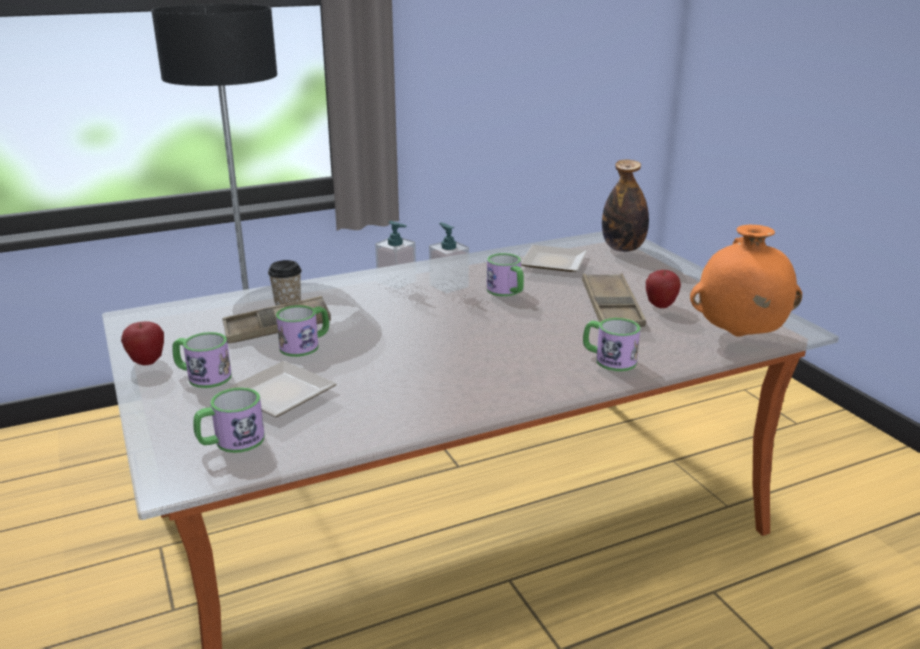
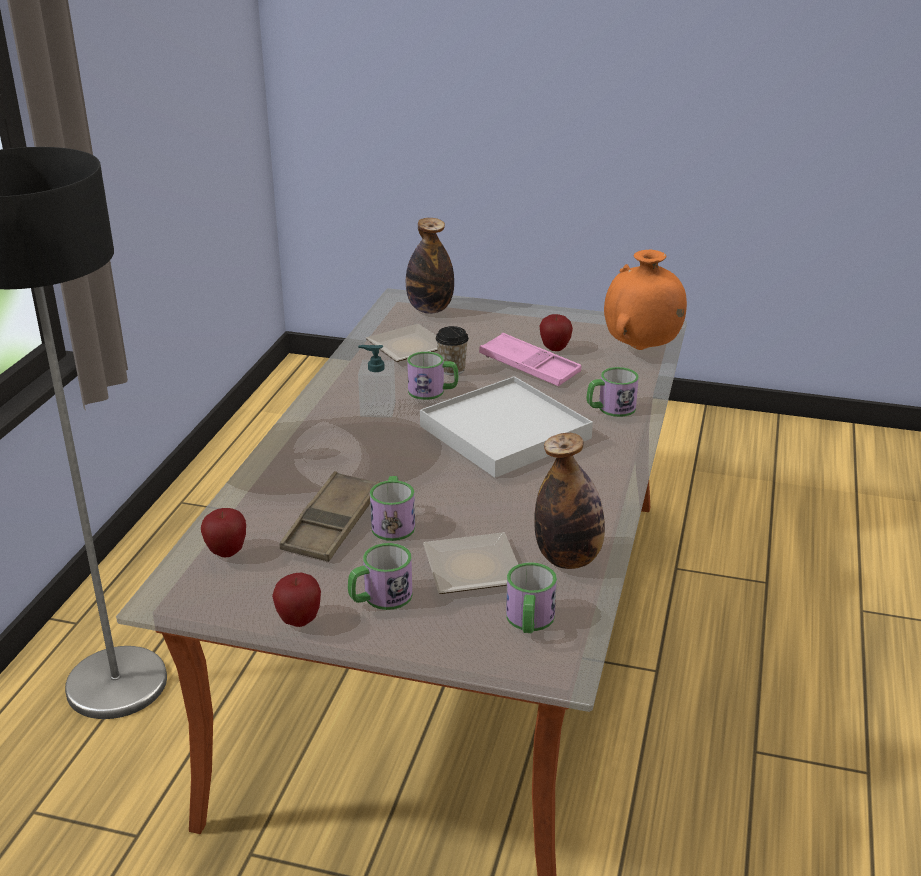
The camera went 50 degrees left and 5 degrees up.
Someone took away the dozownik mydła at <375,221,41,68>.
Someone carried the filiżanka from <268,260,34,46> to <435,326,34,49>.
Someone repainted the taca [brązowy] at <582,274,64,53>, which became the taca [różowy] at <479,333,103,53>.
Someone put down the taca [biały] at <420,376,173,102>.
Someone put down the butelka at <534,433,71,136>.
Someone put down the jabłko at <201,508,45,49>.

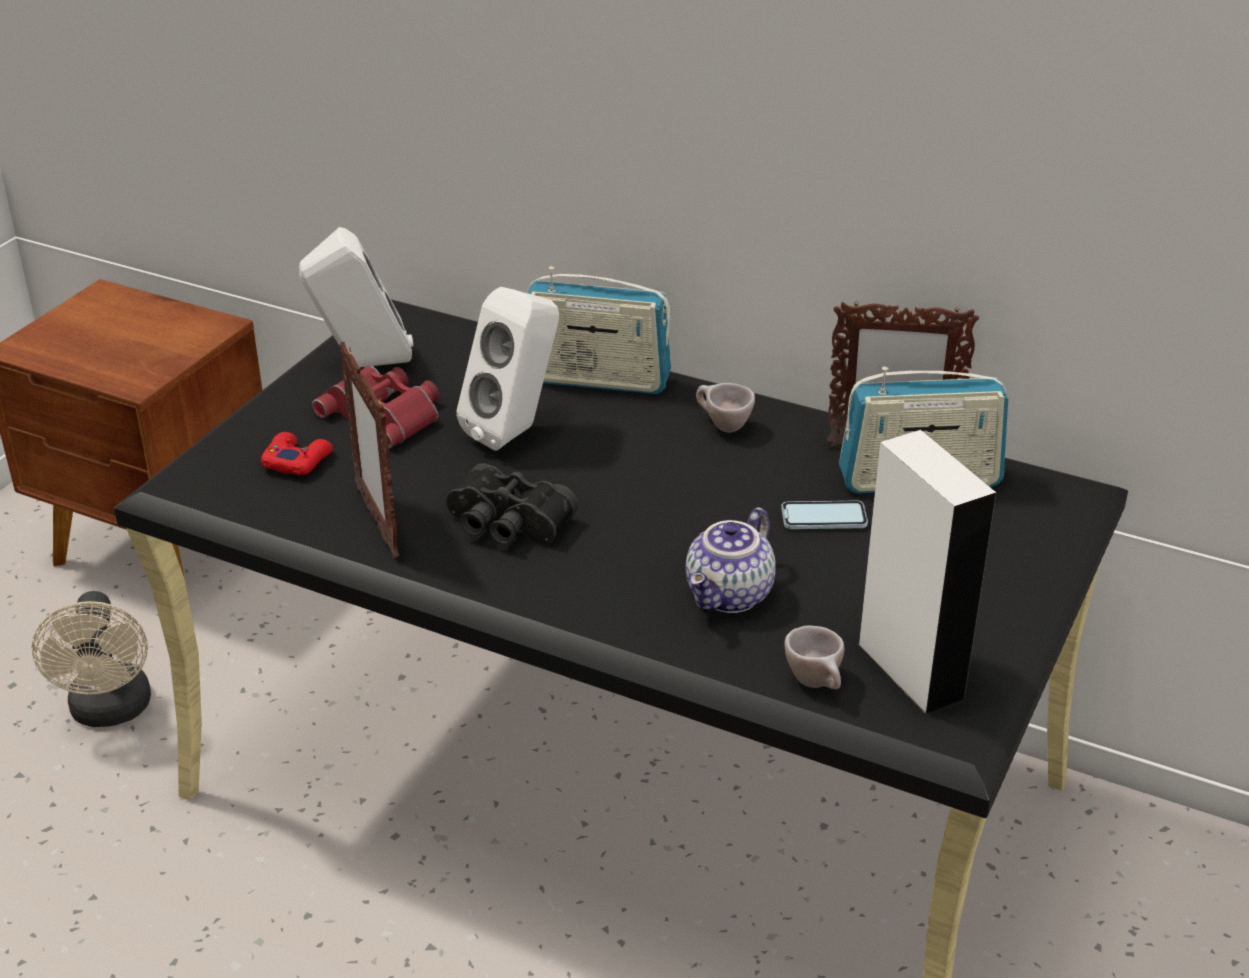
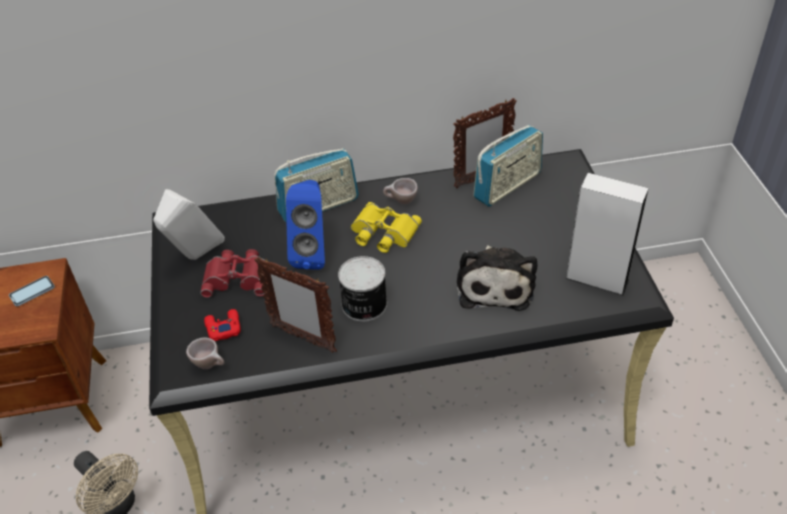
The camera went 35 degrees left and 10 degrees up.
Someone repainted the głośnik [biały] at <456,287,103,164>, which became the głośnik [niebieski] at <286,180,39,90>.
Someone swapped the lornetka [czarny] at <446,464,133,80> for the puszka at <338,256,49,66>.
Someone carried the telefon from <781,500,87,29> to <9,276,46,30>.
Someone swapped the imbryk at <686,507,90,106> for the pluszak at <457,246,80,65>.
Someone carried the filiżanka [beżowy] from <784,625,60,64> to <186,337,39,32>.
Someone put down the lornetka [żółty] at <351,202,71,51>.

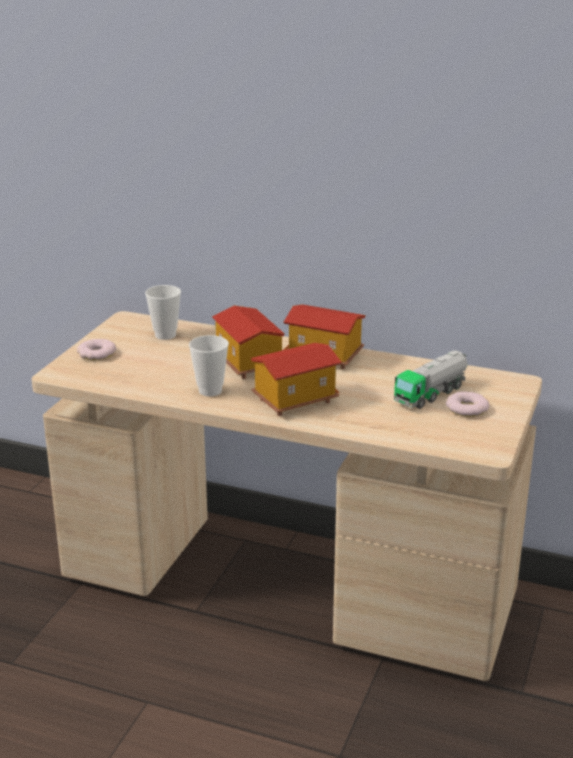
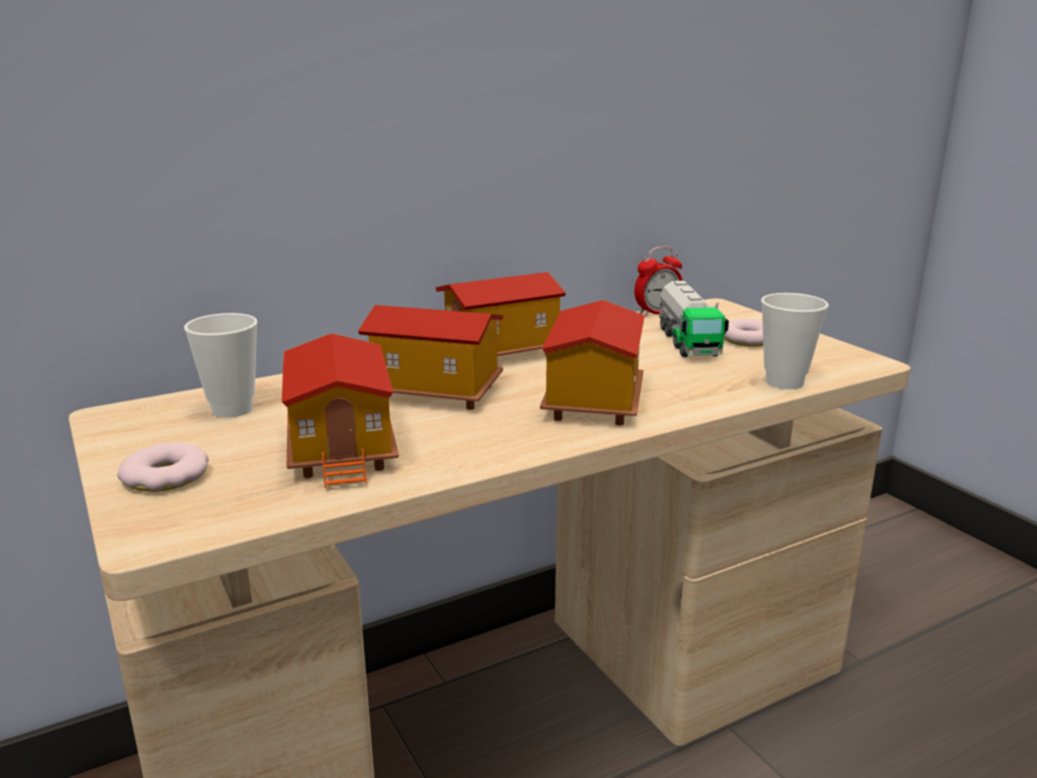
The camera went 50 degrees left and 5 degrees down.
Someone carried the filiżanka from <189,335,40,61> to <761,293,68,96>.
Someone put down the budzik at <634,246,49,70>.
Someone put down the domek at <282,333,117,155>.

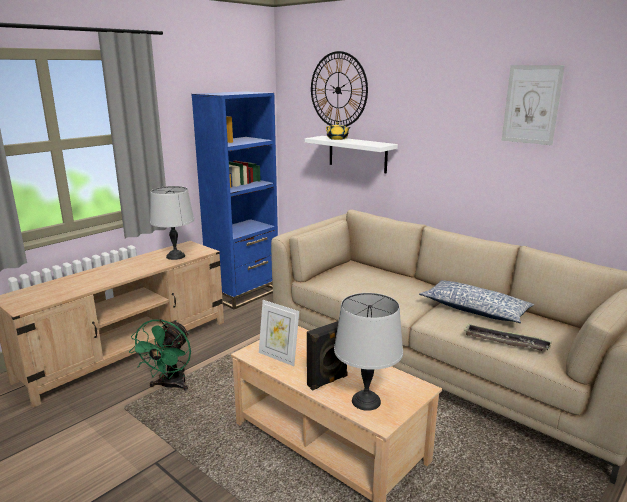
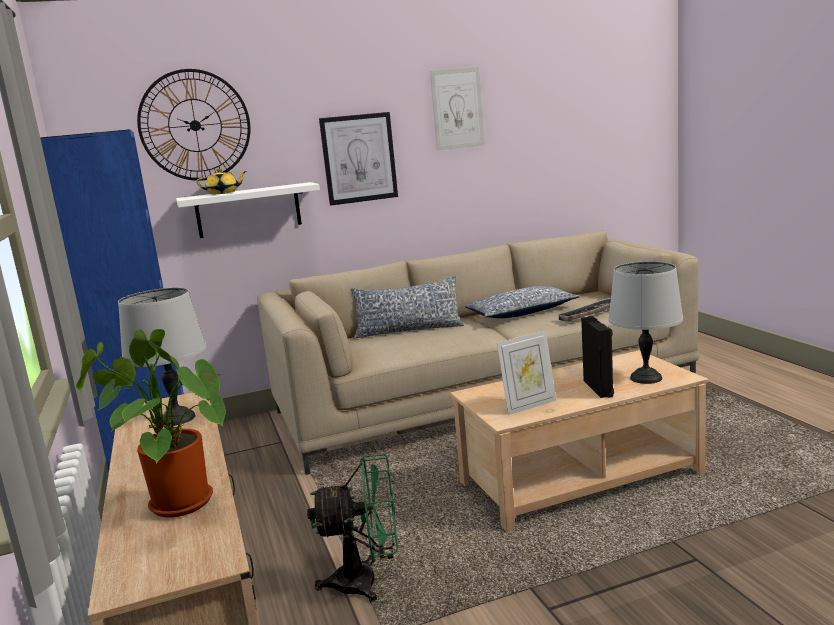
The camera went 60 degrees left and 5 degrees down.
Someone rotated the wentylator [zielony] at <129,319,62,72> by 45 degrees counterclockwise.
Someone put up the obraz at <319,112,79,94>.
Someone put down the poduszka at <351,276,113,63>.
Someone put down the roślina doniczkowa at <76,329,150,189>.

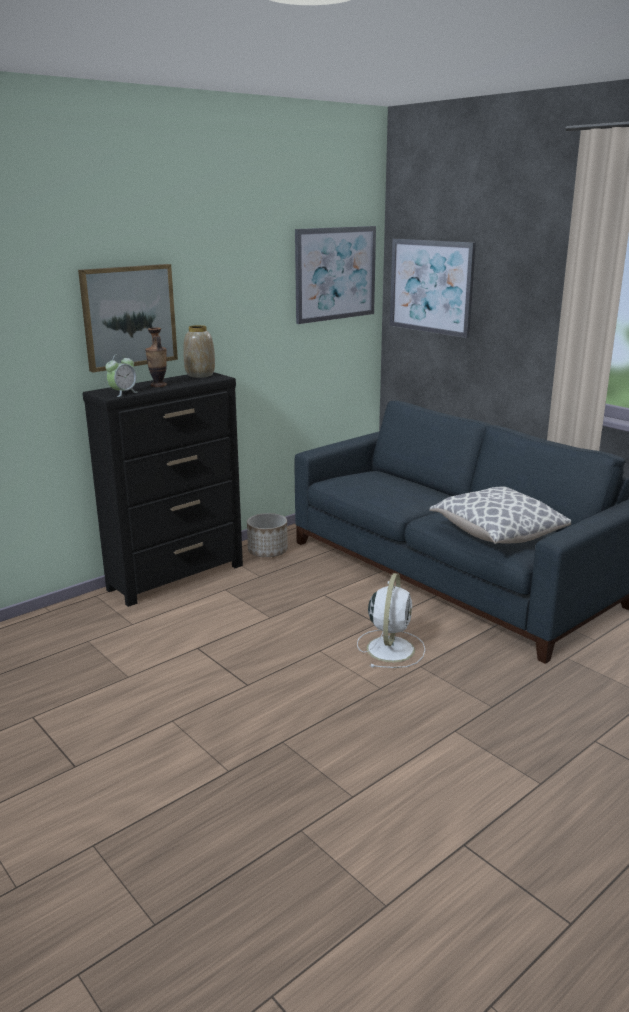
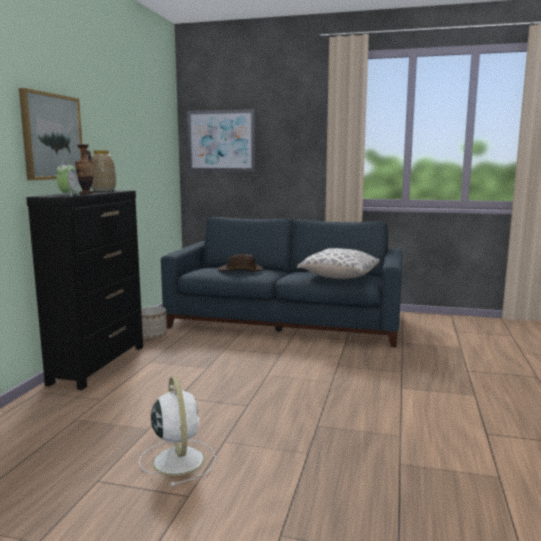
The camera went 35 degrees left and 10 degrees down.
Someone took away the obraz at <295,226,81,98>.
Someone carried the wentylator [biały] from <357,573,68,95> to <139,377,77,109>.
Someone put down the kapelusz [brązowy] at <217,254,47,17>.

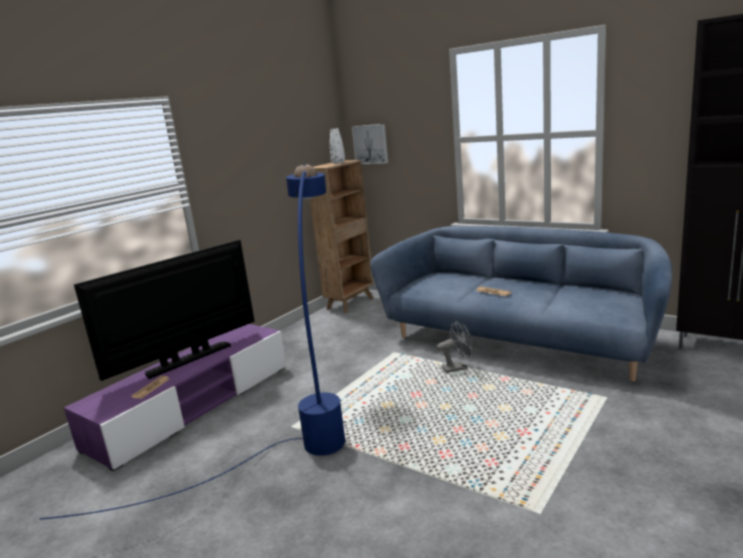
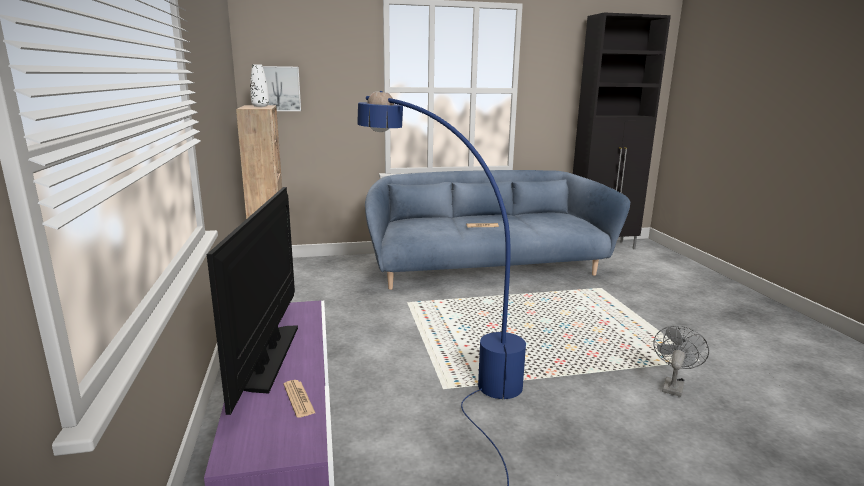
The camera went 50 degrees left and 0 degrees up.
Someone carried the wentylator [szary] from <437,321,36,52> to <653,326,56,71>.

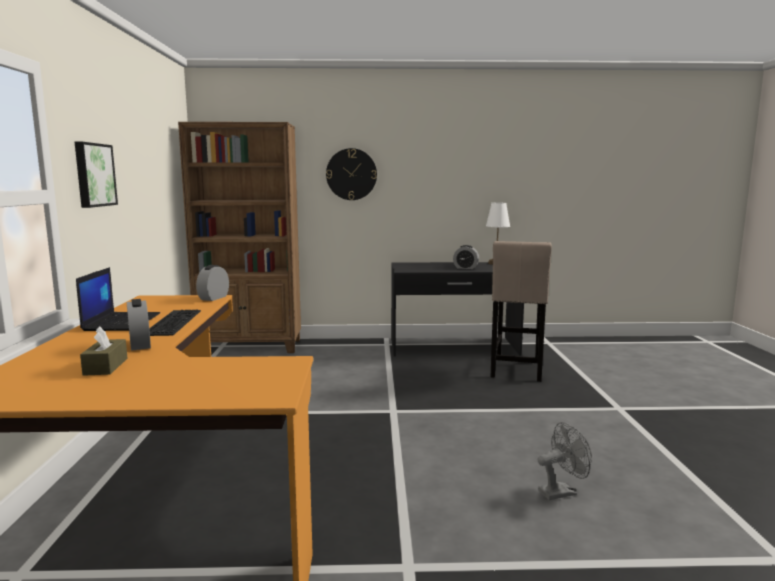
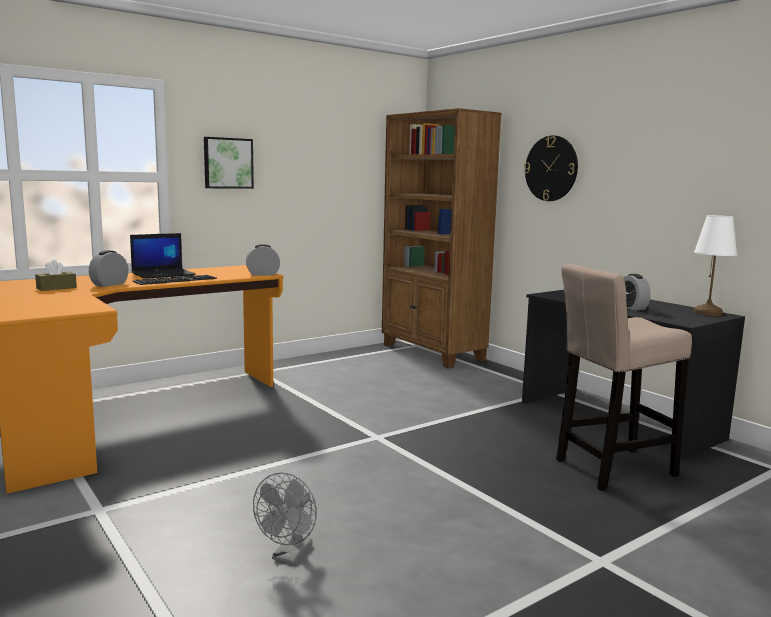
The camera went 55 degrees right and 0 degrees up.
Someone rotated the wentylator [szary] at <538,422,54,78> by 75 degrees clockwise.

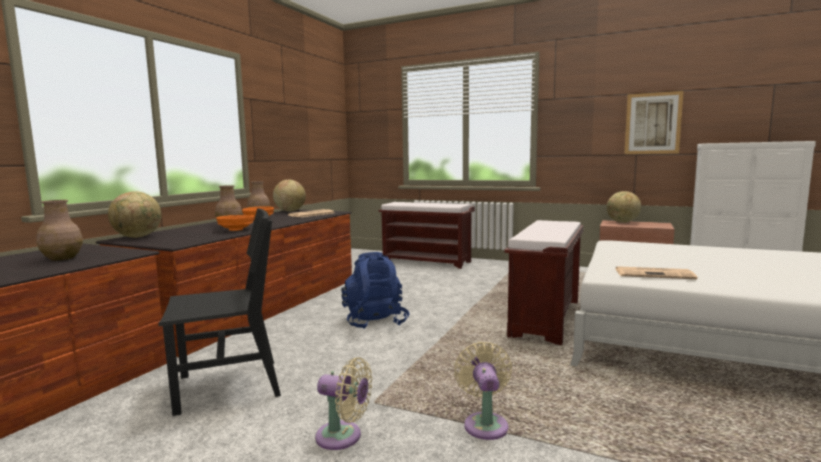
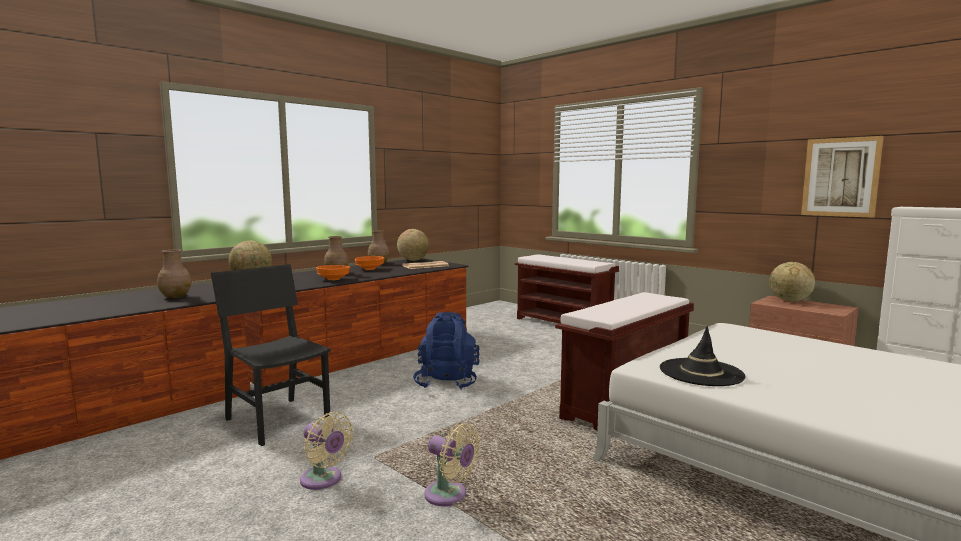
The camera went 20 degrees right and 0 degrees up.
Someone rotated the krzesło [czarny] at <158,208,123,208> by 135 degrees counterclockwise.
Someone swapped the gazeta at <616,266,81,13> for the kapelusz [czarny] at <660,326,85,60>.
Someone rotated the wentylator [beżowy] at <454,342,58,98> by 105 degrees clockwise.

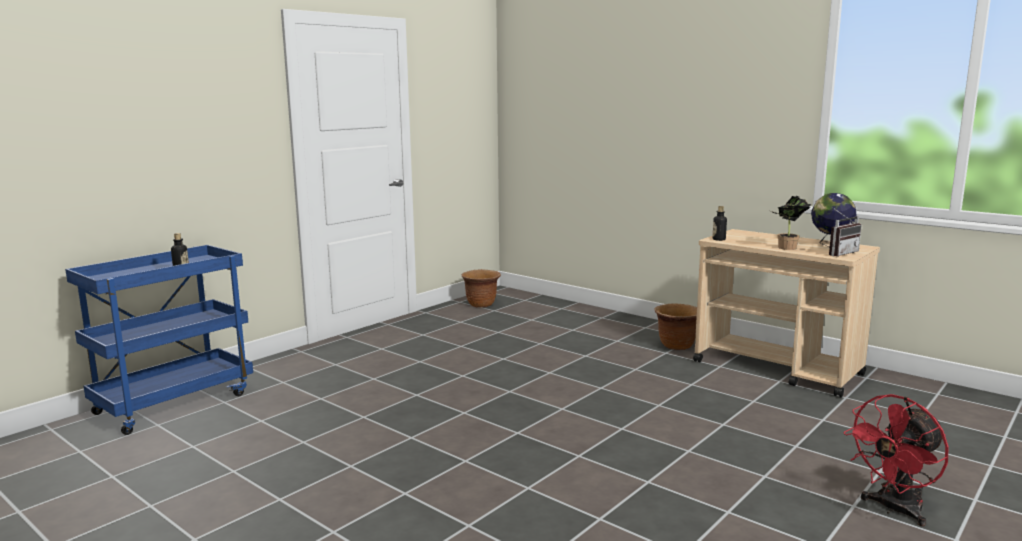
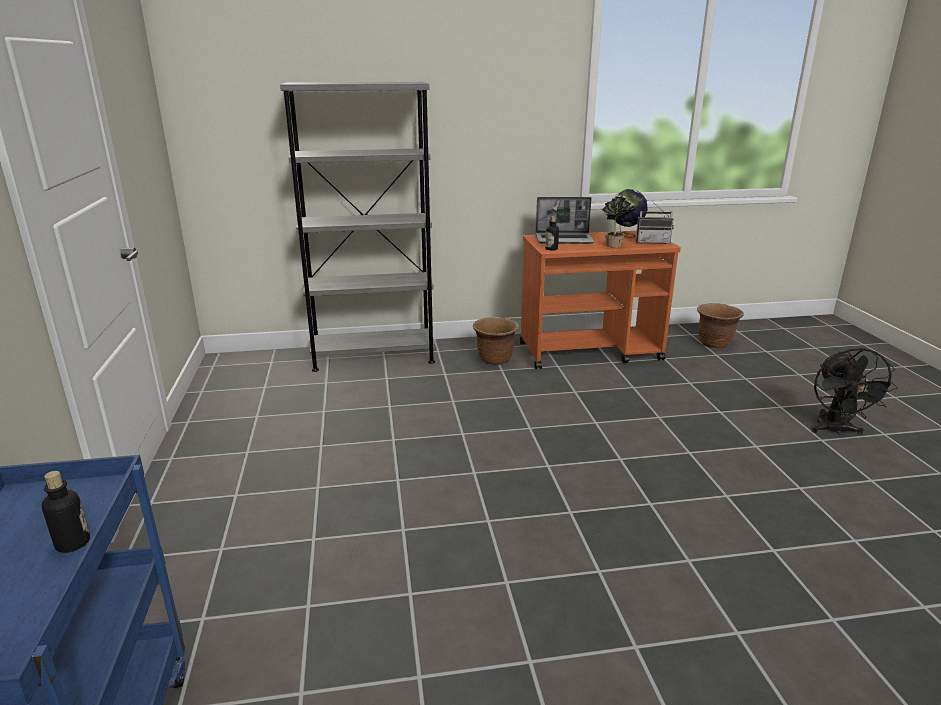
The camera went 50 degrees left and 10 degrees up.
Someone rotated the radio at <829,208,33,49> by 90 degrees clockwise.
Someone repainted the wózek [beżowy] at <693,229,187,169>, which became the wózek [pomarańczowy] at <520,231,161,138>.
Someone carried the donica [brązowy] from <462,269,39,39> to <697,303,47,45>.
Someone repainted the wentylator [czerwony] at <843,394,106,132>, which became the wentylator [czarny] at <812,348,86,87>.
Someone put down the regał [szary] at <280,82,155,290>.
Someone put down the laptop at <536,197,59,47>.

